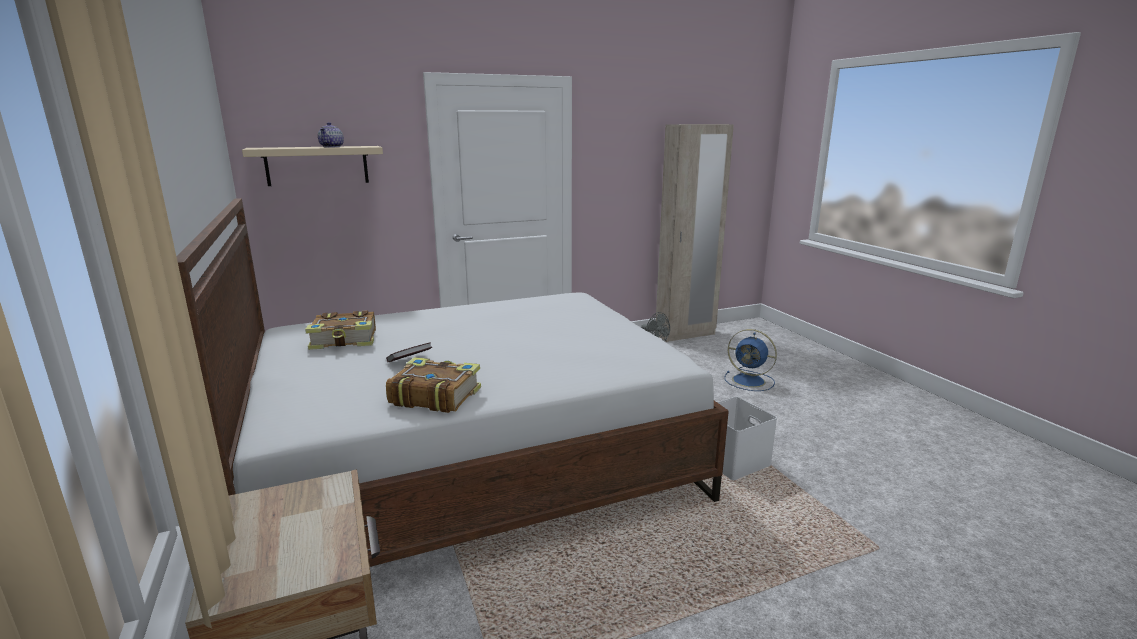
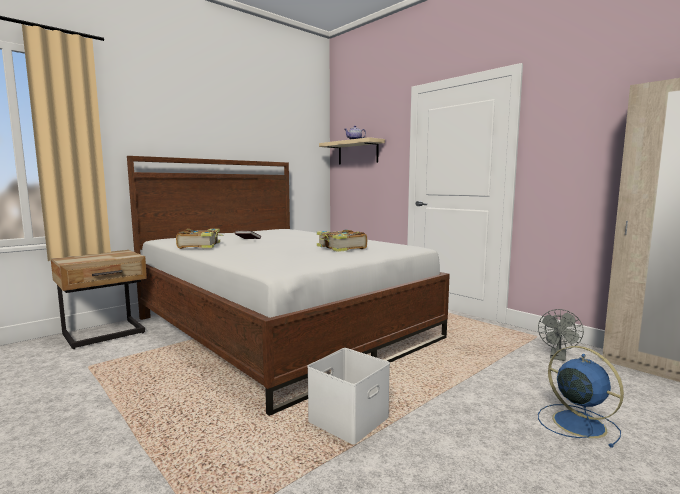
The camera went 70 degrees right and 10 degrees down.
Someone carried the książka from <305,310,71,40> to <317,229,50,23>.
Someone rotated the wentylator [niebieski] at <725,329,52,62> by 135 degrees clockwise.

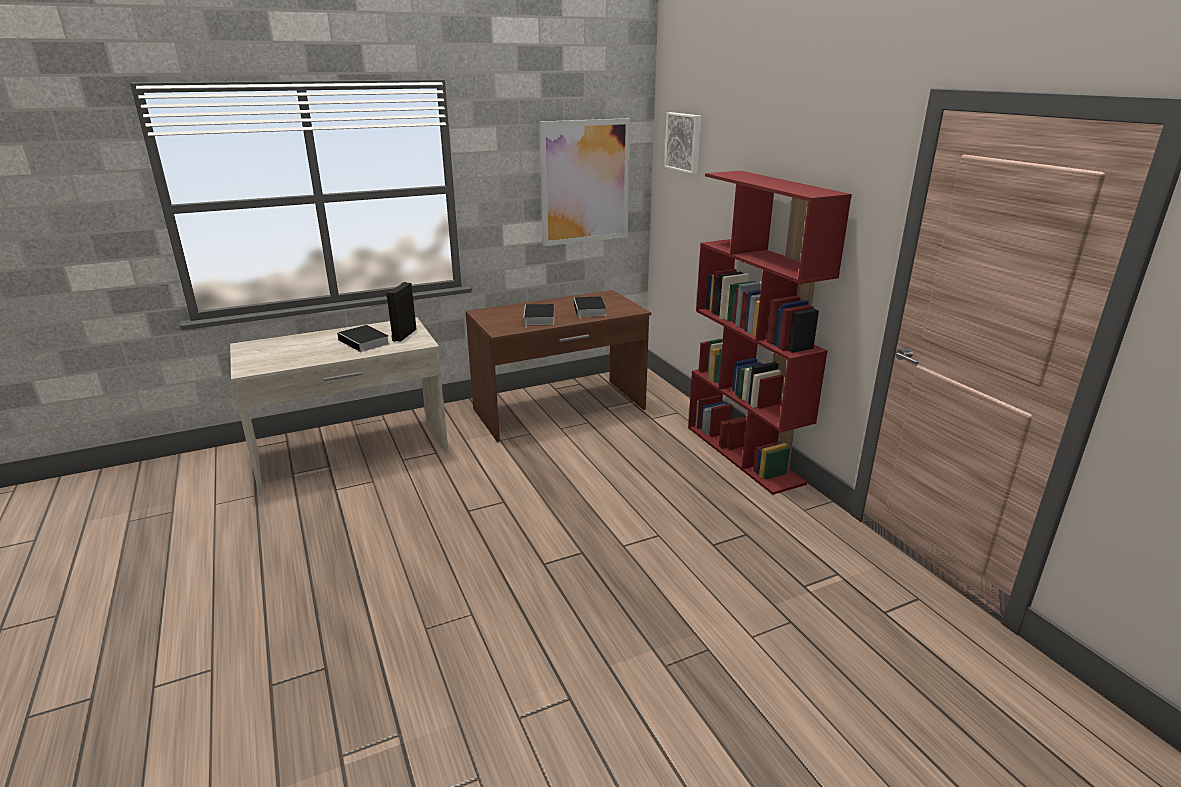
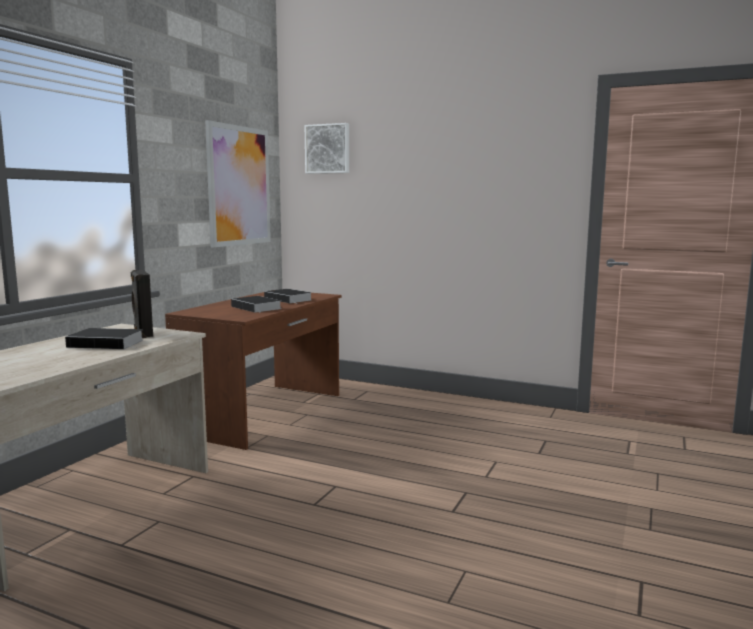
The camera went 40 degrees left and 15 degrees down.
Someone took away the regał [czerwony] at <688,171,164,324>.

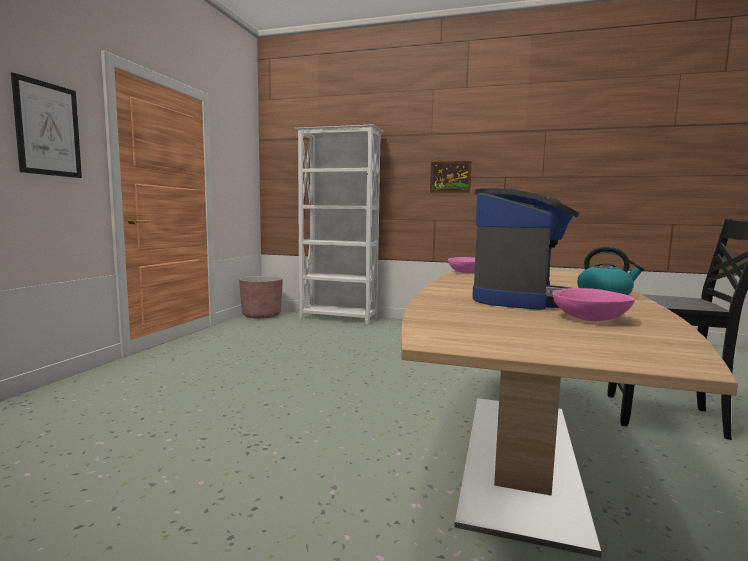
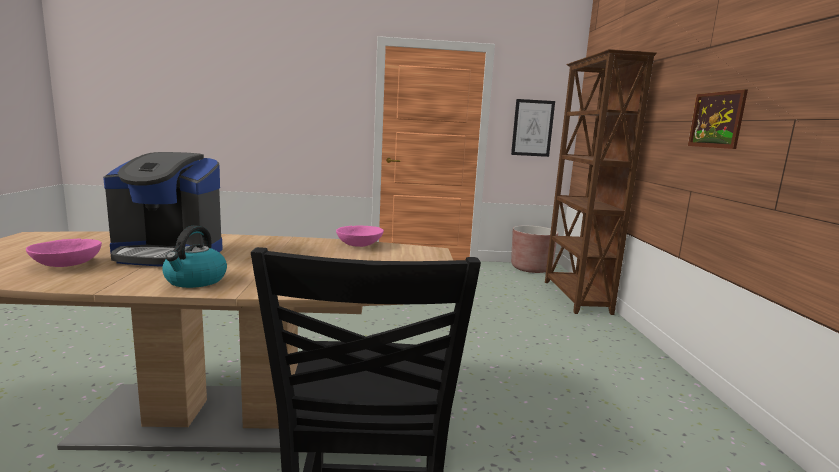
The camera went 70 degrees right and 5 degrees up.
Someone carried the obraz from <11,72,71,106> to <511,99,44,58>.
Someone repainted the regał [biały] at <295,124,88,201>, which became the regał [brązowy] at <545,49,112,266>.

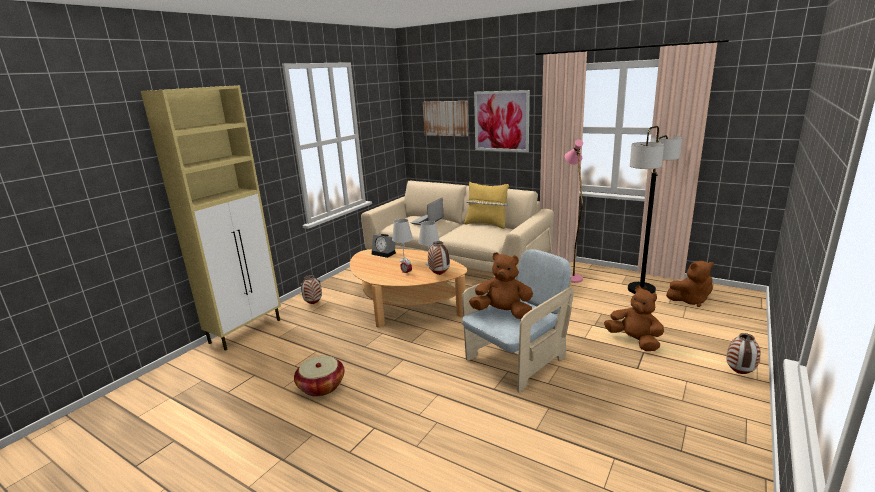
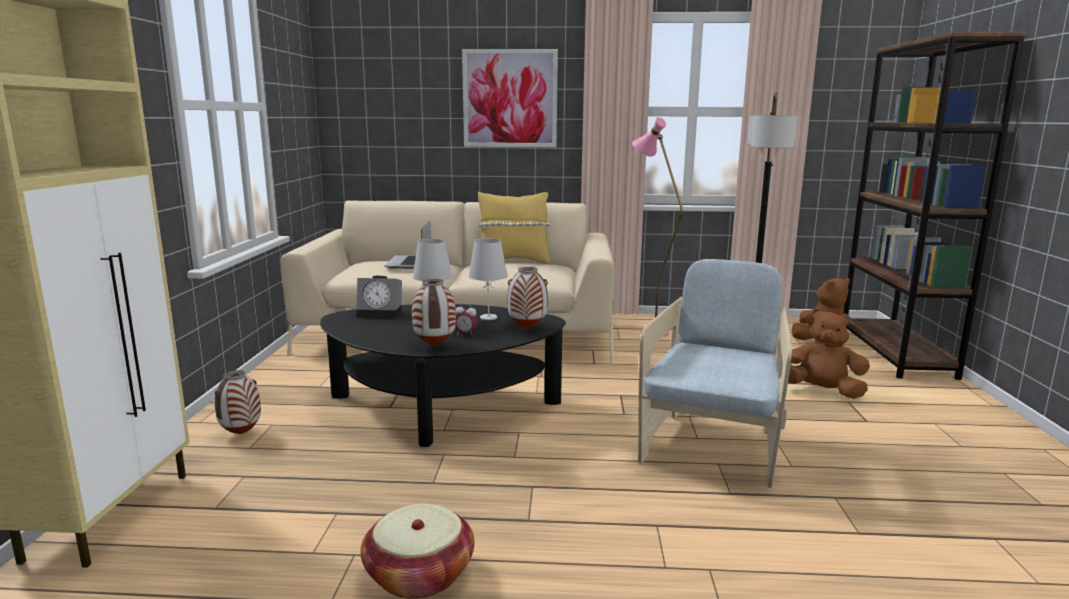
The camera went 30 degrees left and 5 degrees down.
Someone took away the obraz at <423,101,46,36>.
Someone repainted the ława [beżowy] at <350,249,117,79>, which became the ława [czarny] at <320,304,246,143>.
Someone took away the pluszak [brązowy] at <469,252,64,67>.
Someone carried the wazon from <726,333,34,41> to <412,279,44,67>.
Someone put down the regał [brązowy] at <843,32,183,348>.

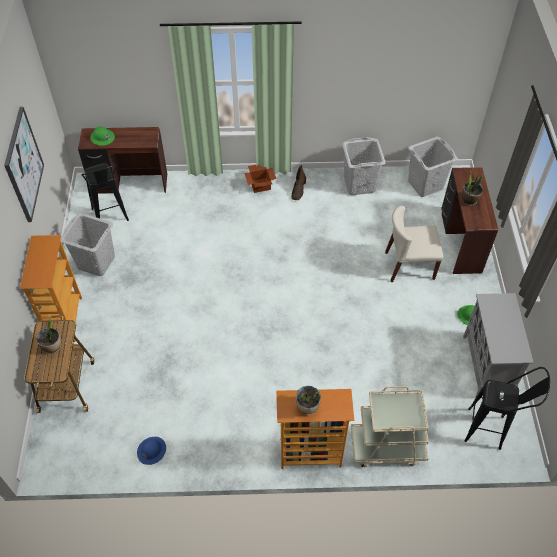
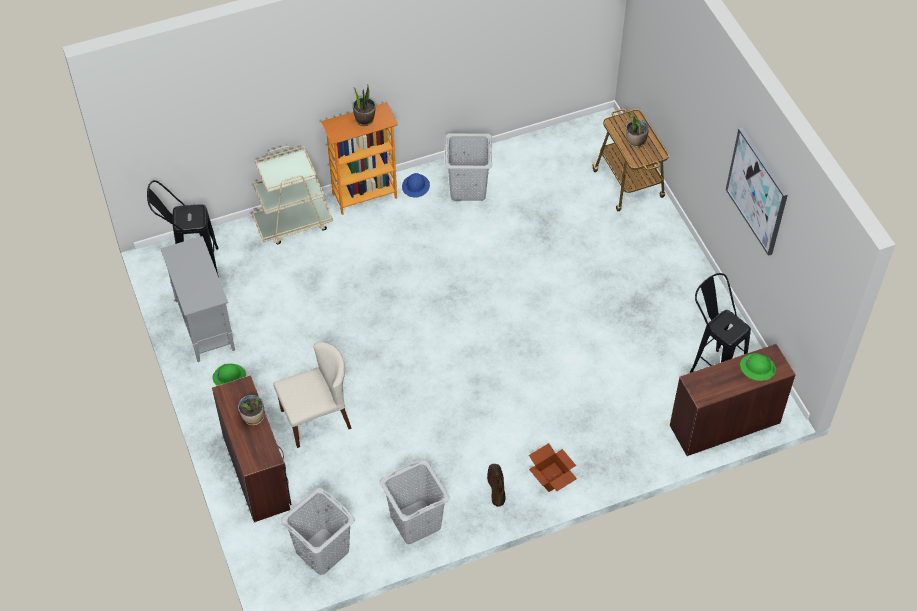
The camera went 160 degrees right and 0 degrees up.
Someone carried the kosz na pranie [szary] from <61,213,54,63> to <445,133,47,68>.
Someone took away the regał at <20,235,62,107>.
Someone carried the kask [niebieski] from <137,437,29,28> to <402,173,28,24>.

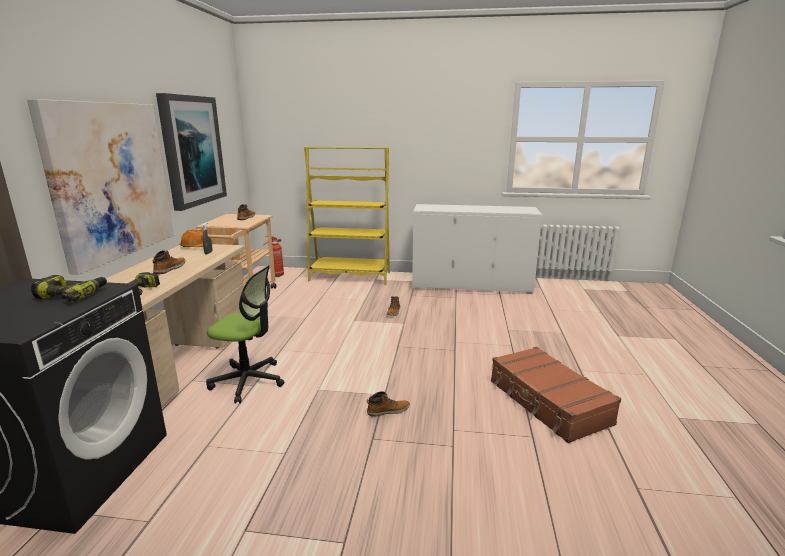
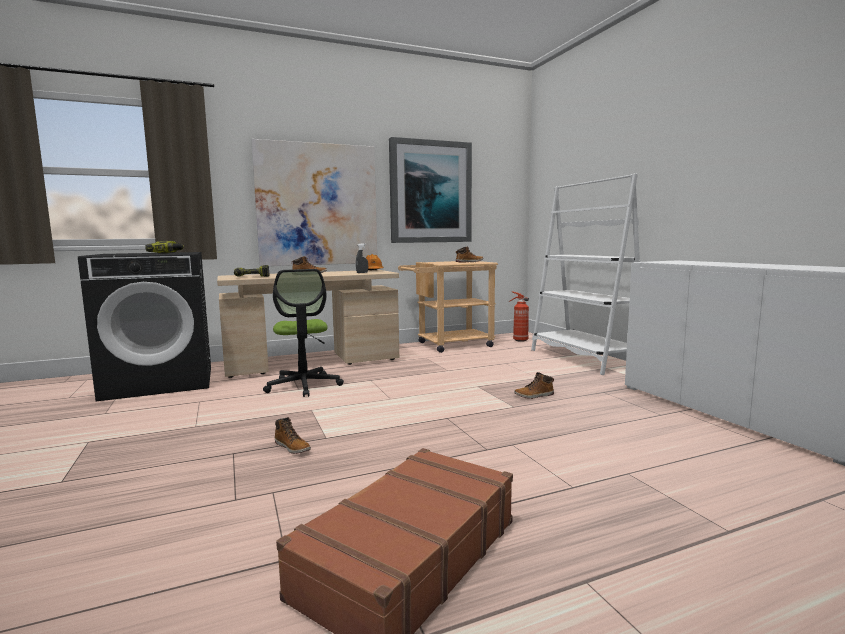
The camera went 60 degrees right and 10 degrees down.
Someone repainted the regał [żółty] at <304,147,86,138>, which became the regał [biały] at <531,173,110,202>.

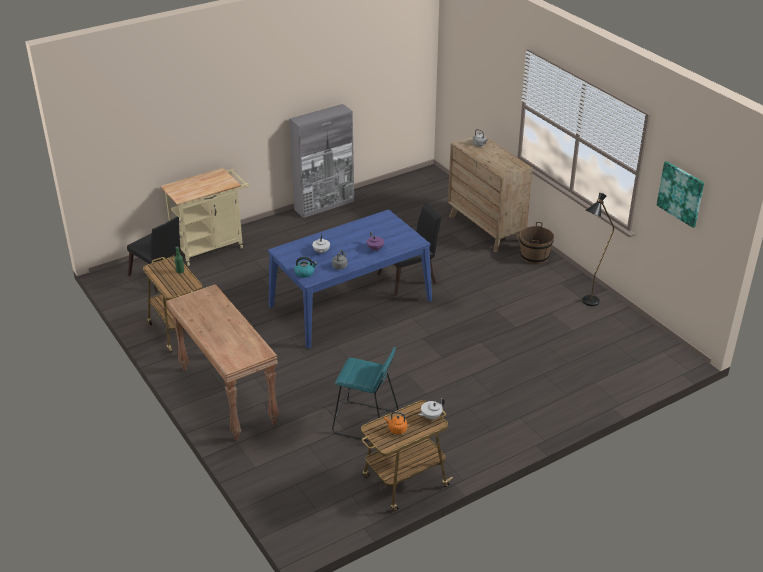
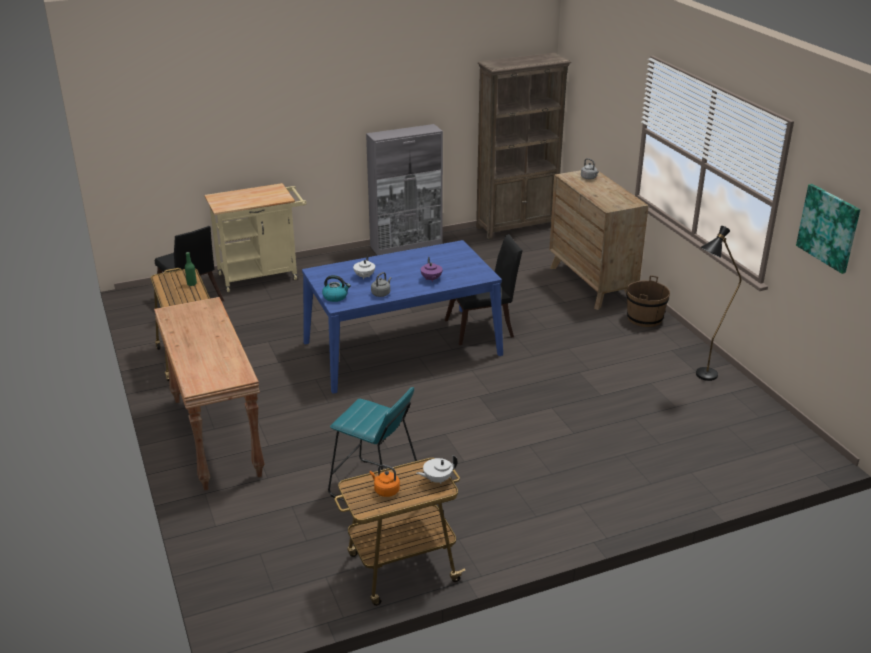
The camera went 10 degrees right and 5 degrees down.
Someone put down the regał [brązowy] at <476,53,95,186>.

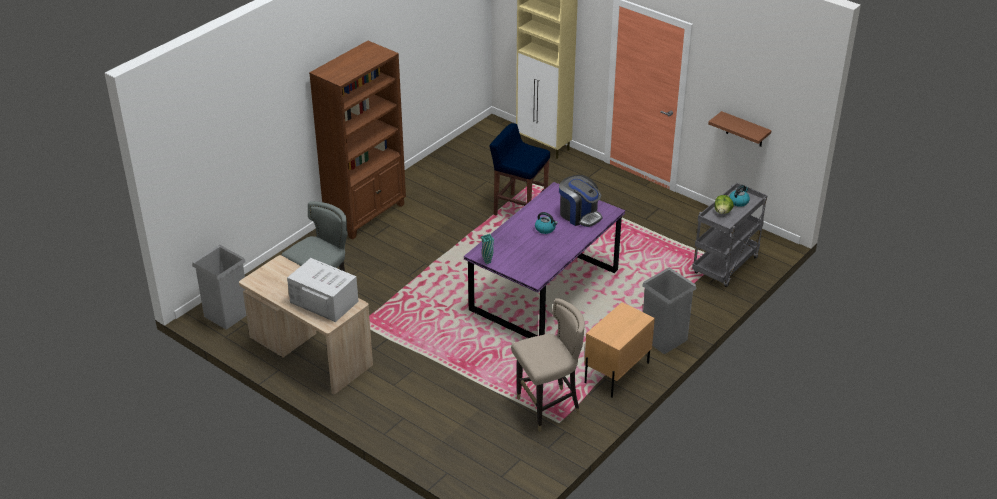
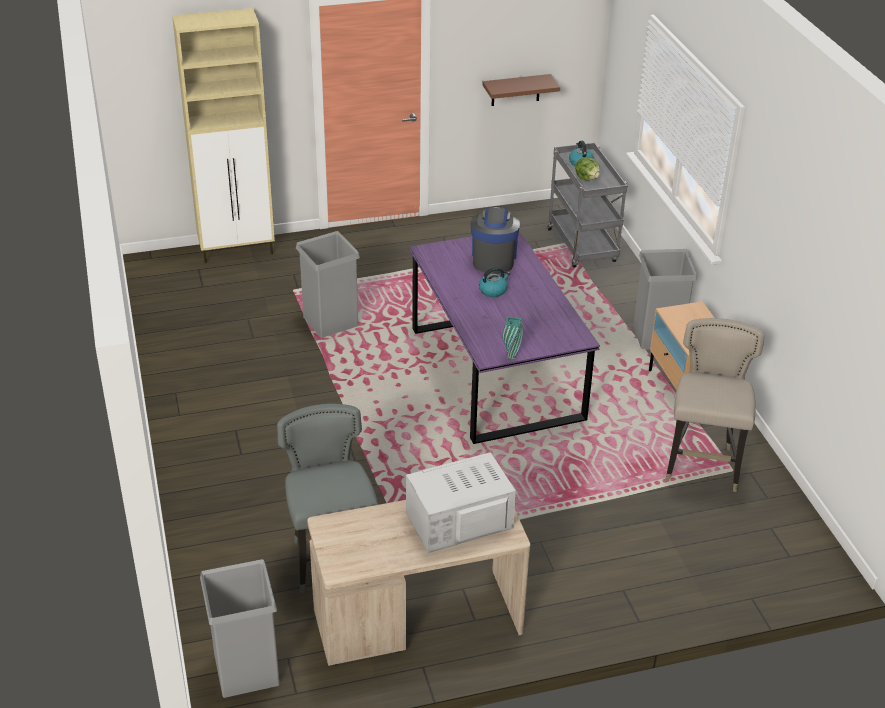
The camera went 55 degrees left and 0 degrees up.
Someone took away the regał [brązowy] at <309,41,97,199>.
Someone swapped the stołek [niebieski] at <490,123,60,92> for the kosz na śmieci [szary] at <296,231,64,107>.
Someone rotated the ekspres do kawy at <559,175,44,52> by 75 degrees counterclockwise.

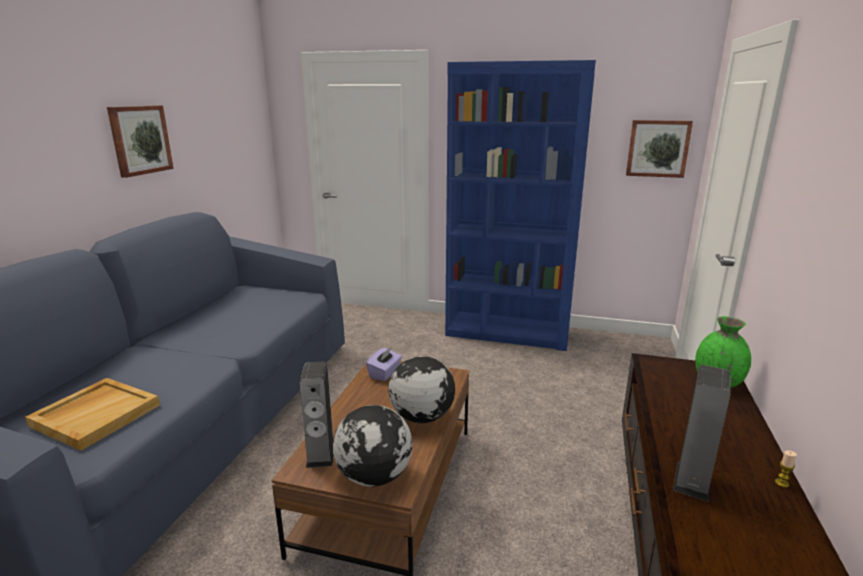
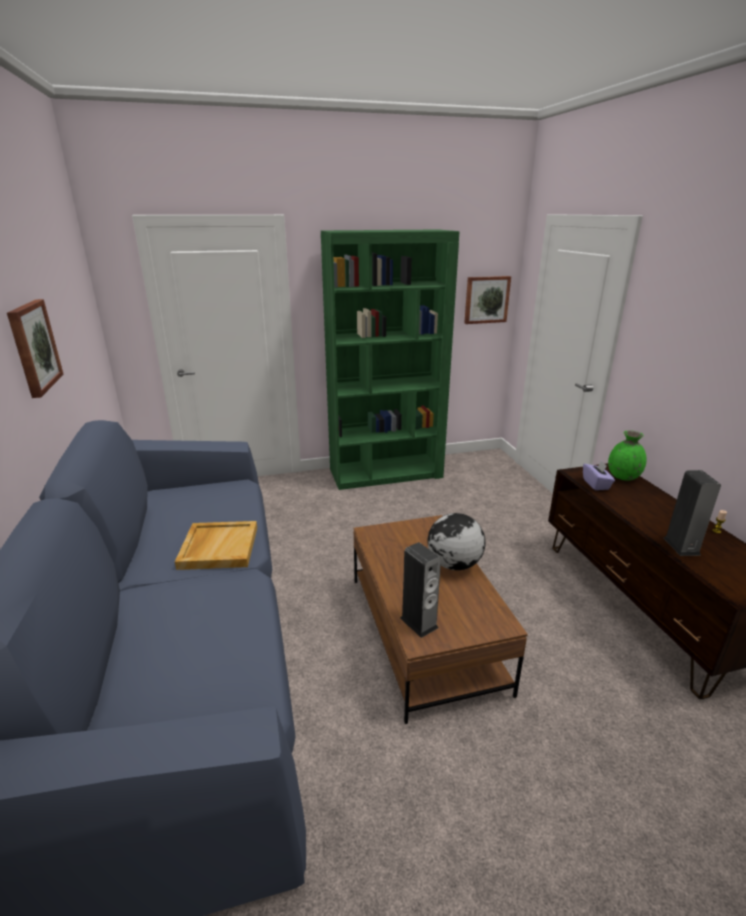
The camera went 30 degrees left and 5 degrees up.
Someone repainted the regał [niebieski] at <445,60,151,291>, which became the regał [zielony] at <321,229,138,261>.
Someone carried the pudełko chusteczek [fioletowy] from <366,347,36,34> to <583,461,32,29>.
Someone carried the taca [beżowy] from <25,378,135,73> to <175,521,82,49>.
Someone took away the globus at <333,405,80,82>.

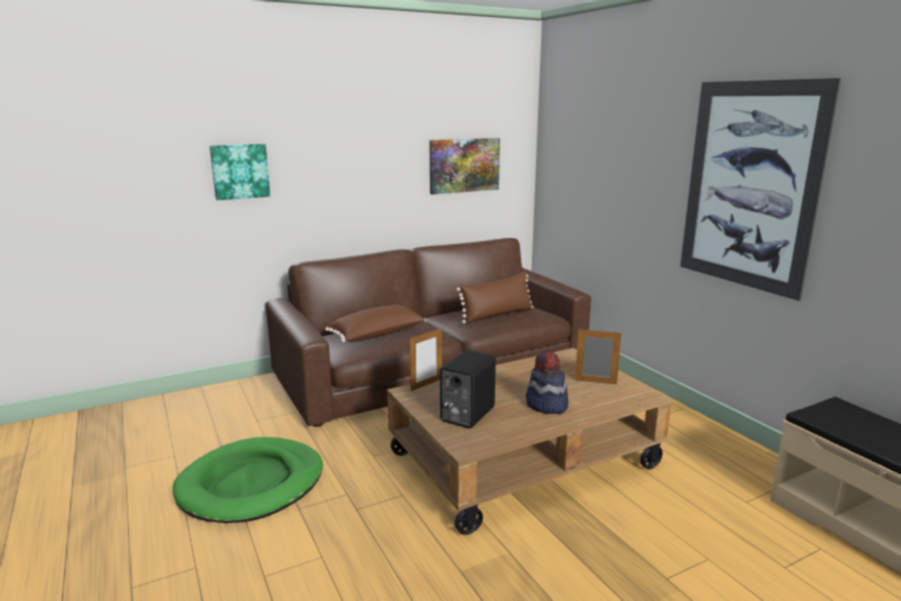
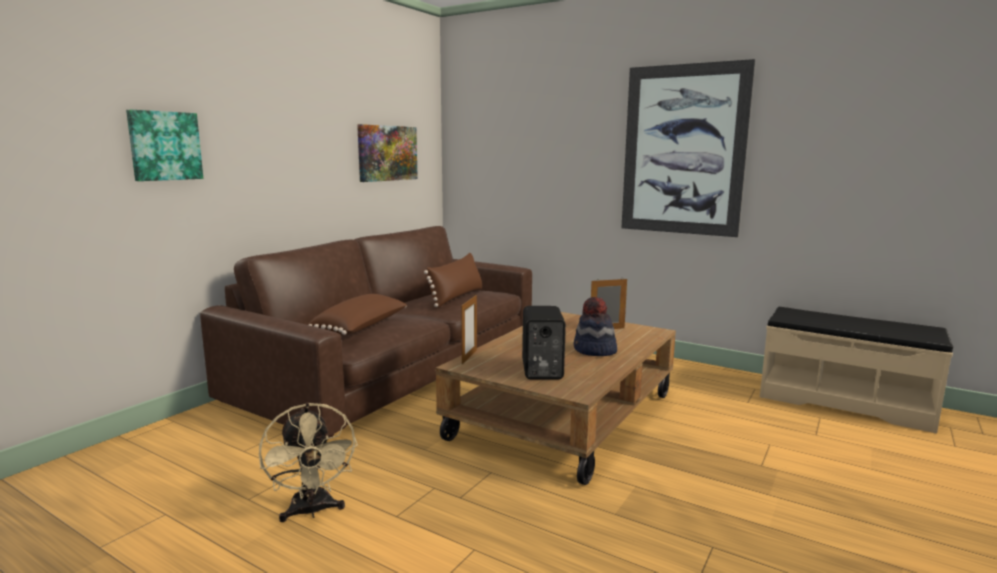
The camera went 30 degrees left and 5 degrees down.
Someone swapped the legowisko [zielony] at <173,437,150,86> for the wentylator [beżowy] at <259,403,99,119>.

